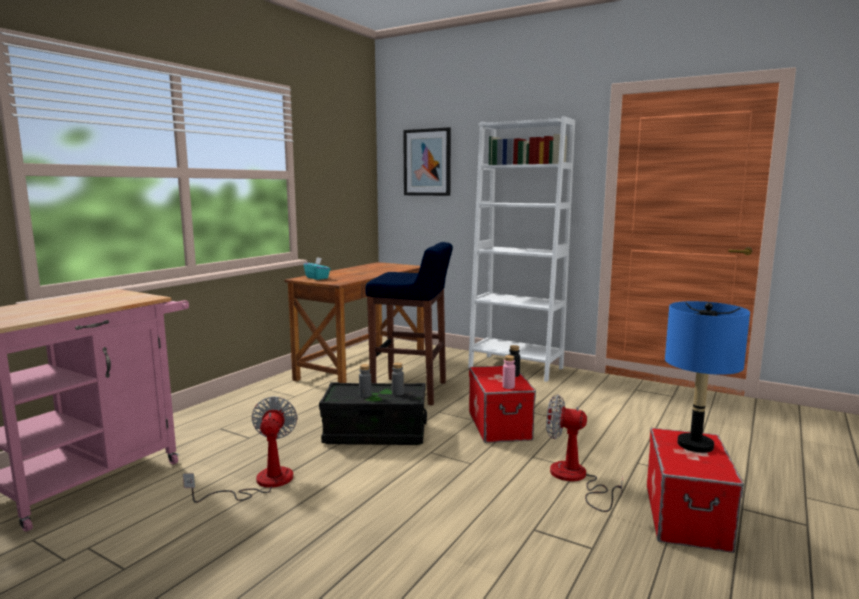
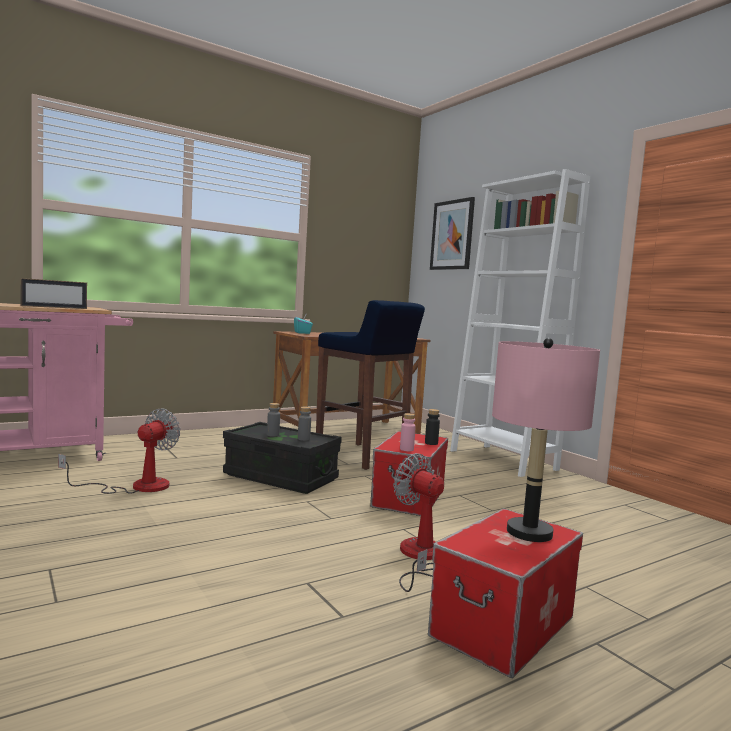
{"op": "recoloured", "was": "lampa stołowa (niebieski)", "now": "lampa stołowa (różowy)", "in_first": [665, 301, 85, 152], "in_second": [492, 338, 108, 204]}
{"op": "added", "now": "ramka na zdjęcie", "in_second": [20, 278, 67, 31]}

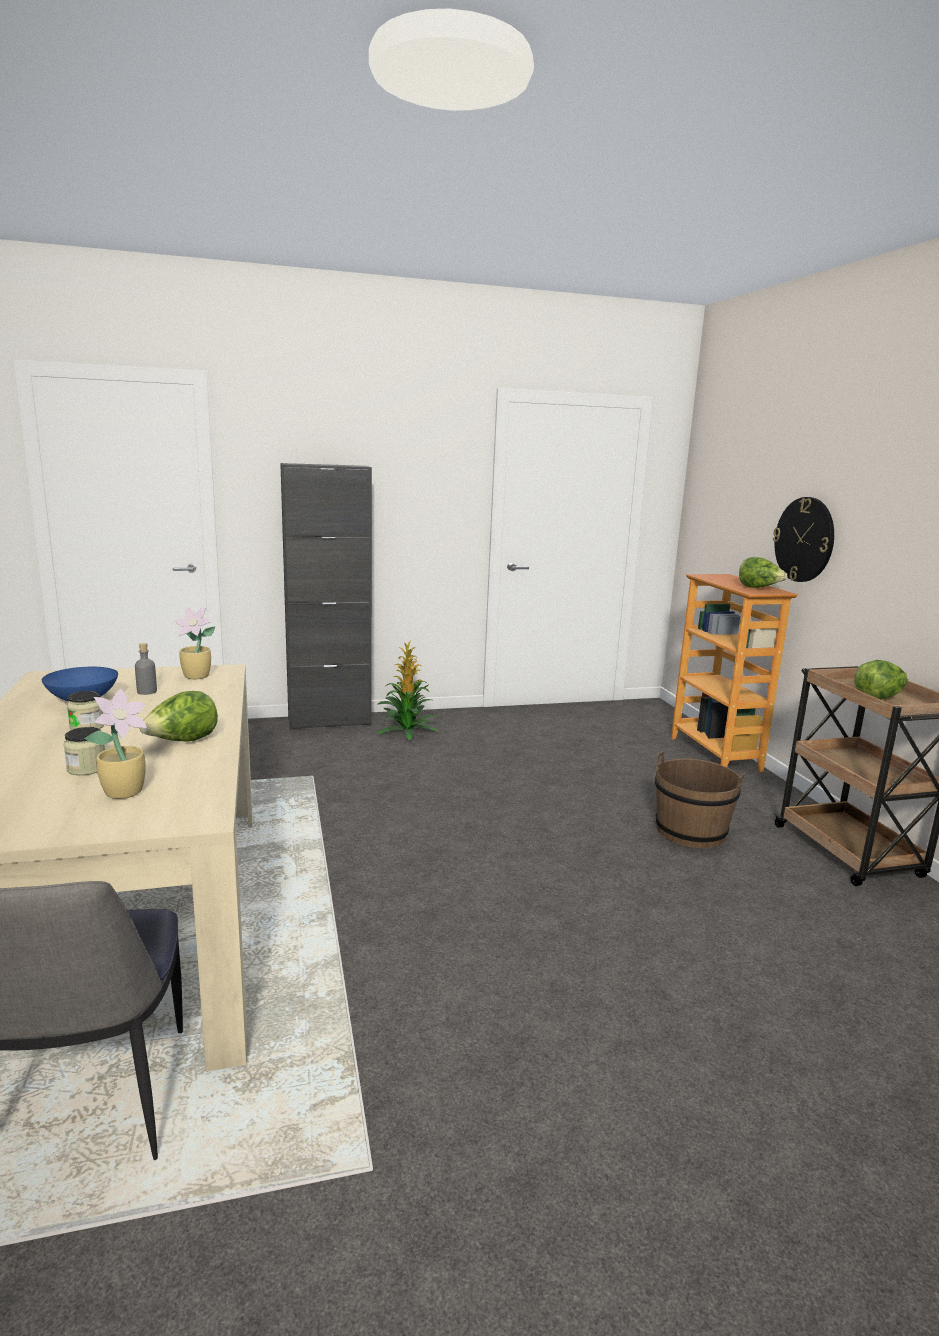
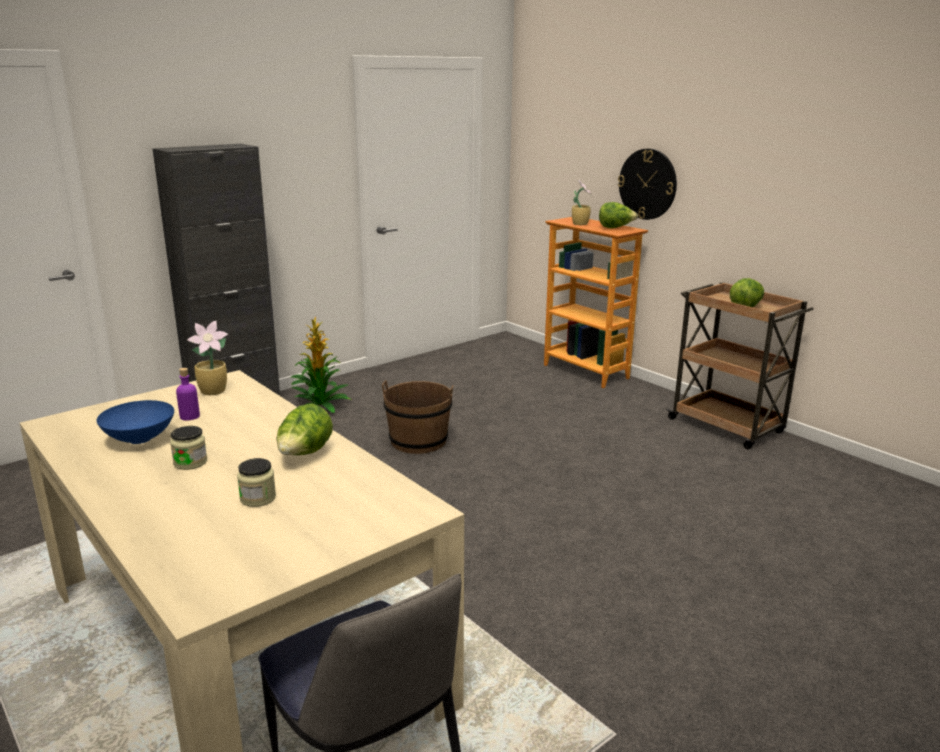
{"op": "recoloured", "was": "butelka (szary)", "now": "butelka (fioletowy)", "in_first": [135, 643, 22, 52], "in_second": [176, 368, 24, 53]}
{"op": "moved", "was": "roślina doniczkowa", "in_first": [84, 689, 63, 110], "in_second": [572, 179, 20, 46]}
{"op": "moved", "was": "wiadro (brązowy)", "in_first": [655, 751, 90, 97], "in_second": [382, 380, 72, 74]}

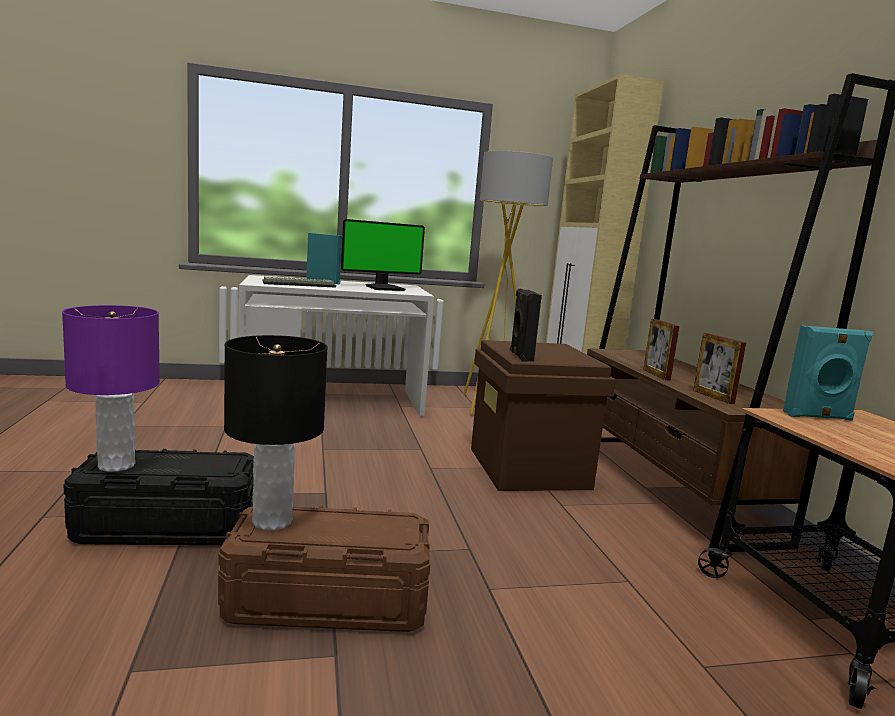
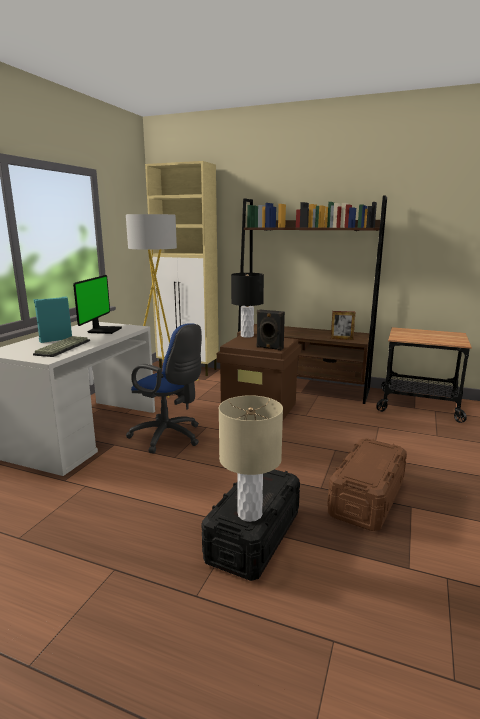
{"op": "recoloured", "was": "lampa stołowa (fioletowy)", "now": "lampa stołowa (beżowy)", "in_first": [62, 305, 98, 167], "in_second": [219, 395, 64, 127]}
{"op": "removed", "was": "ramka na zdjęcie", "in_first": [643, 319, 37, 61]}
{"op": "removed", "was": "głośnik (turkusowy)", "in_first": [783, 325, 90, 96]}
{"op": "moved", "was": "lampa stołowa (czarny)", "in_first": [224, 335, 104, 195], "in_second": [231, 273, 33, 65]}
{"op": "added", "now": "krzesło biurowe (niebieski)", "in_second": [126, 323, 76, 131]}

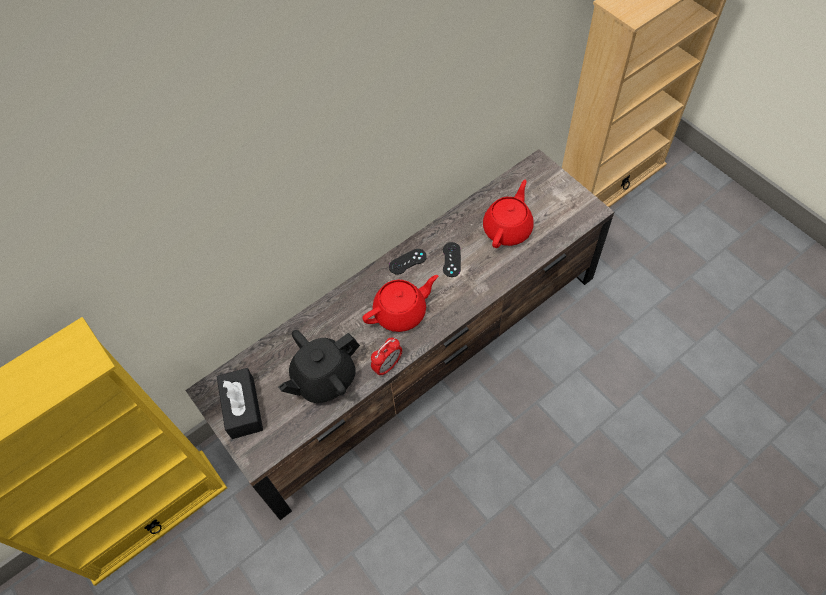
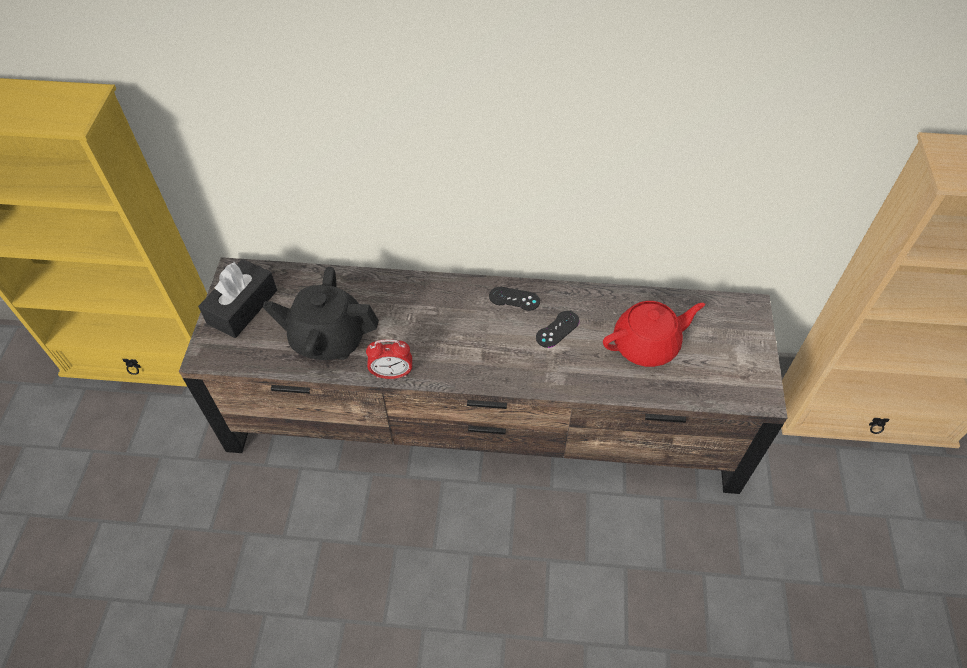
{"op": "removed", "was": "imbryk (czerwony)", "in_first": [362, 275, 76, 57]}

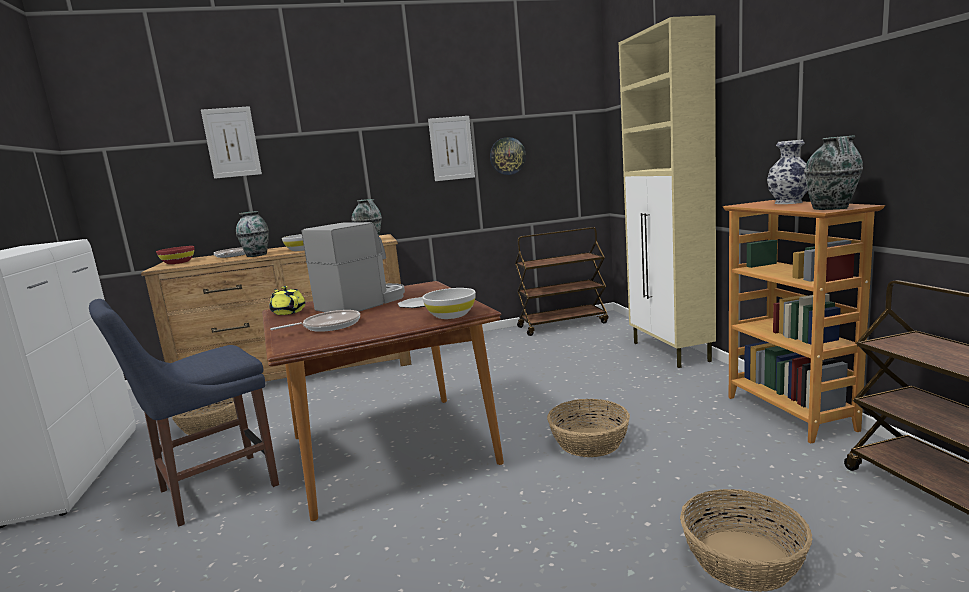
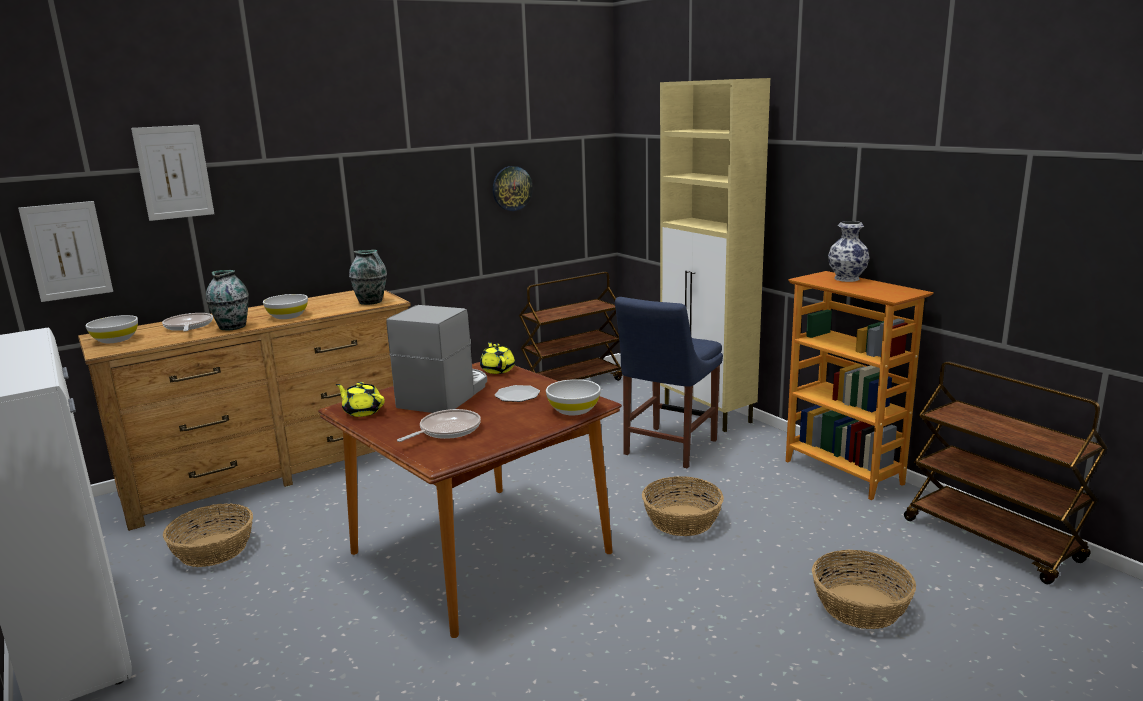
{"op": "moved", "was": "obraz", "in_first": [428, 116, 47, 65], "in_second": [18, 201, 95, 101]}
{"op": "removed", "was": "wazon", "in_first": [804, 136, 59, 74]}
{"op": "recoloured", "was": "miska (czerwony)", "now": "miska (biały)", "in_first": [156, 246, 38, 18], "in_second": [85, 315, 53, 28]}
{"op": "moved", "was": "krzesło (niebieski)", "in_first": [89, 299, 190, 228], "in_second": [615, 297, 108, 172]}
{"op": "added", "now": "imbryk (żółty)", "in_second": [480, 342, 35, 32]}

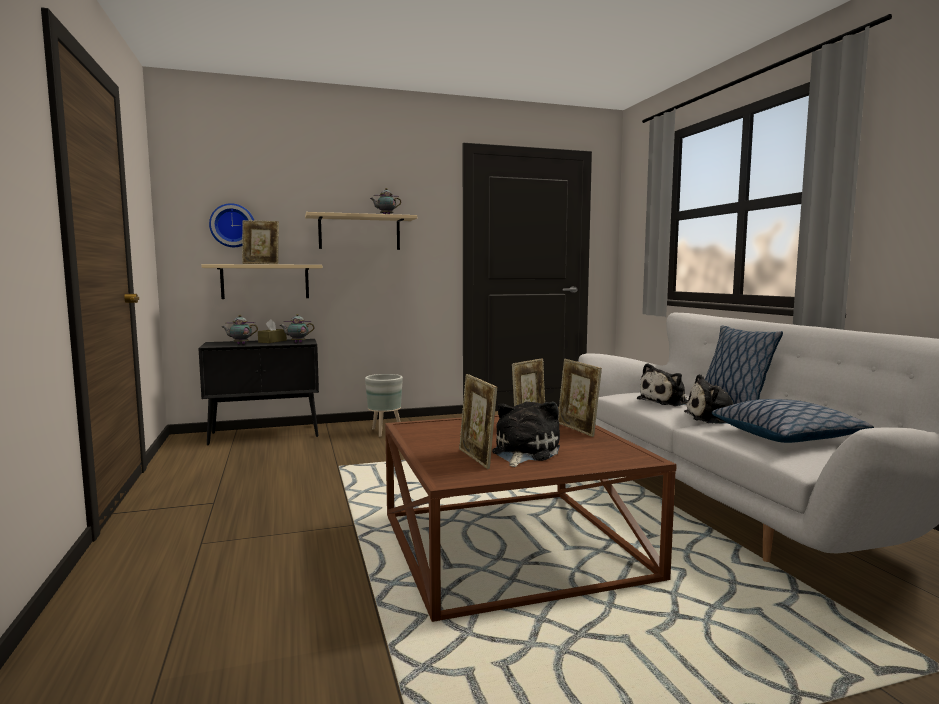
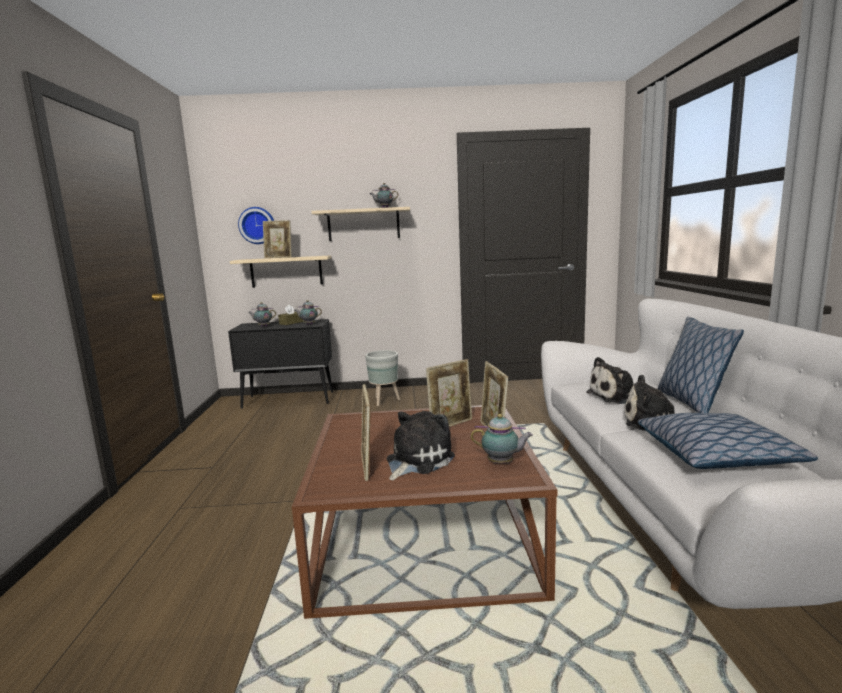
{"op": "added", "now": "imbryk", "in_second": [471, 414, 62, 49]}

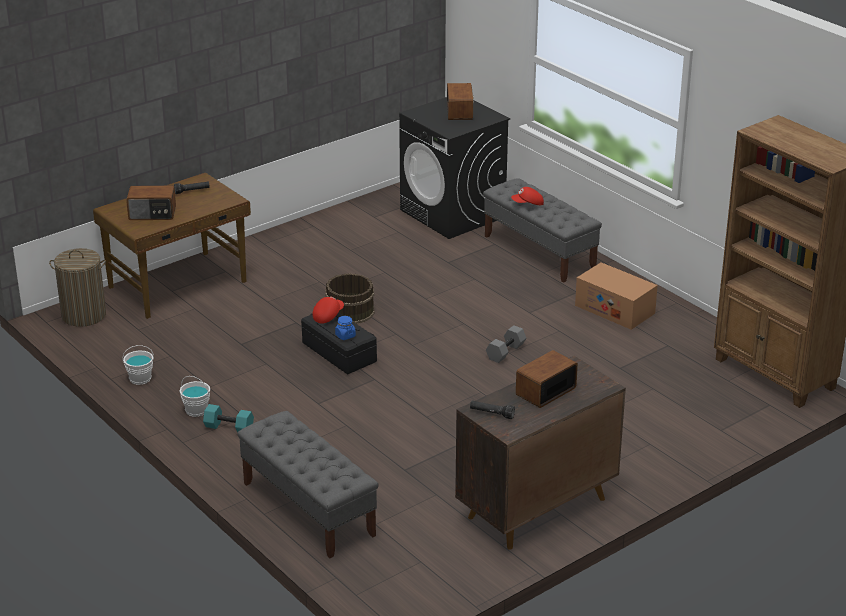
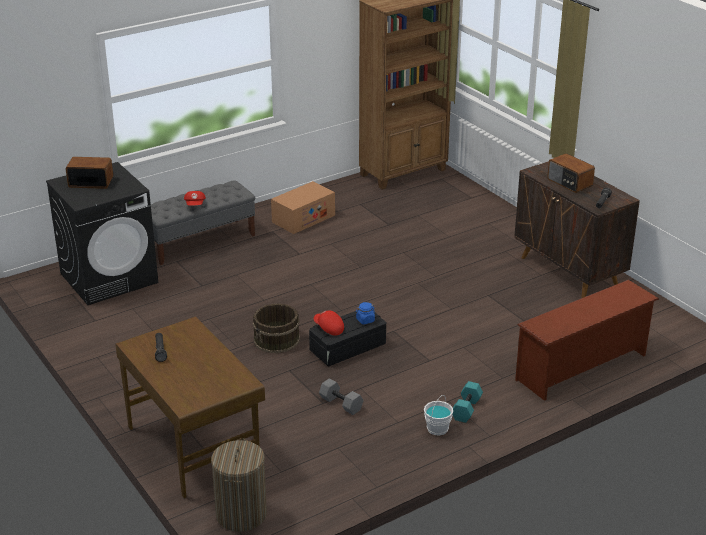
{"op": "removed", "was": "radio", "in_first": [126, 185, 50, 35]}
{"op": "moved", "was": "hantel (szary)", "in_first": [486, 325, 40, 38], "in_second": [319, 378, 44, 37]}
{"op": "removed", "was": "wiadro (biały)", "in_first": [122, 345, 32, 40]}
{"op": "replaced", "was": "ławka (szary)", "now": "regał na buty (brązowy)", "in_first": [237, 411, 142, 147], "in_second": [515, 280, 144, 121]}

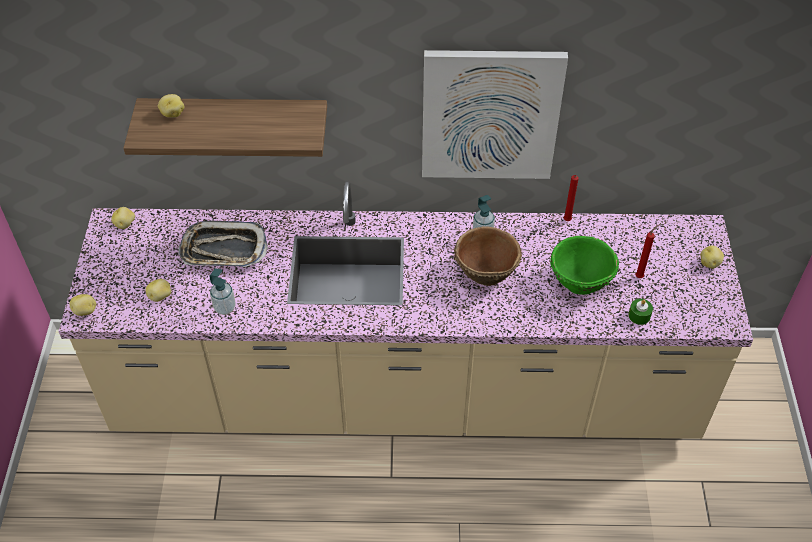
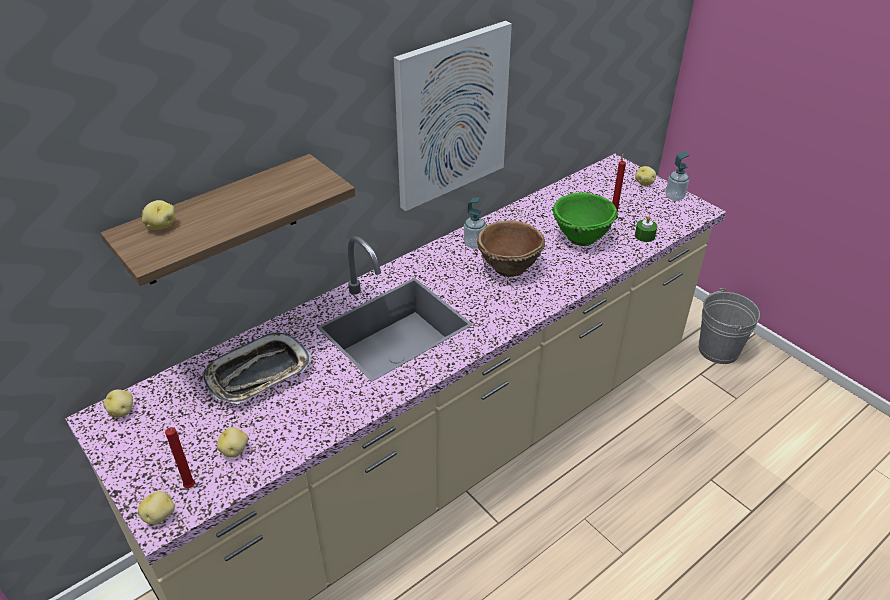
{"op": "moved", "was": "świeca (czerwony)", "in_first": [563, 175, 16, 46], "in_second": [165, 427, 30, 61]}
{"op": "moved", "was": "dozownik mydła", "in_first": [209, 269, 27, 46], "in_second": [666, 151, 23, 50]}
{"op": "added", "now": "wiadro (szary)", "in_second": [699, 288, 61, 76]}

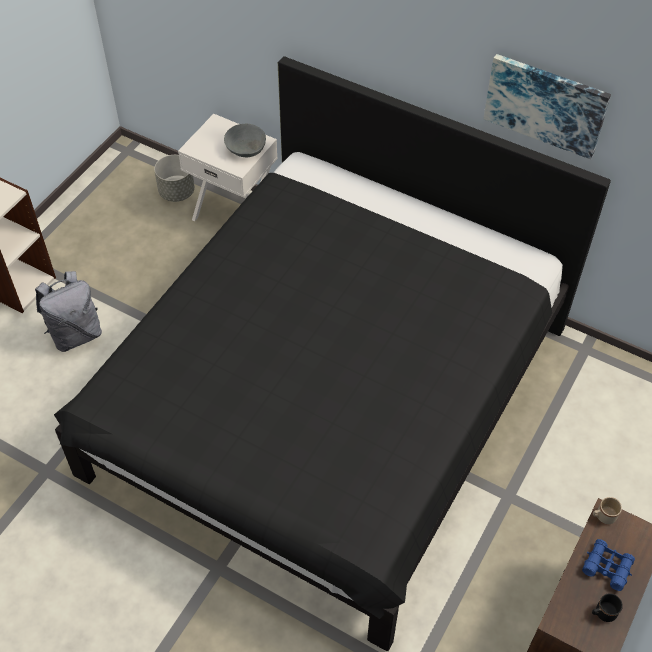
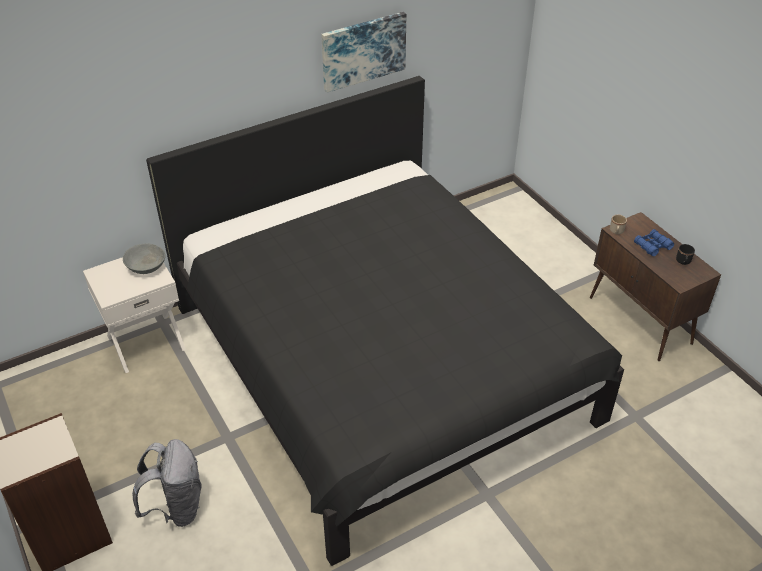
{"op": "removed", "was": "donica (szary)", "in_first": [154, 155, 41, 47]}

